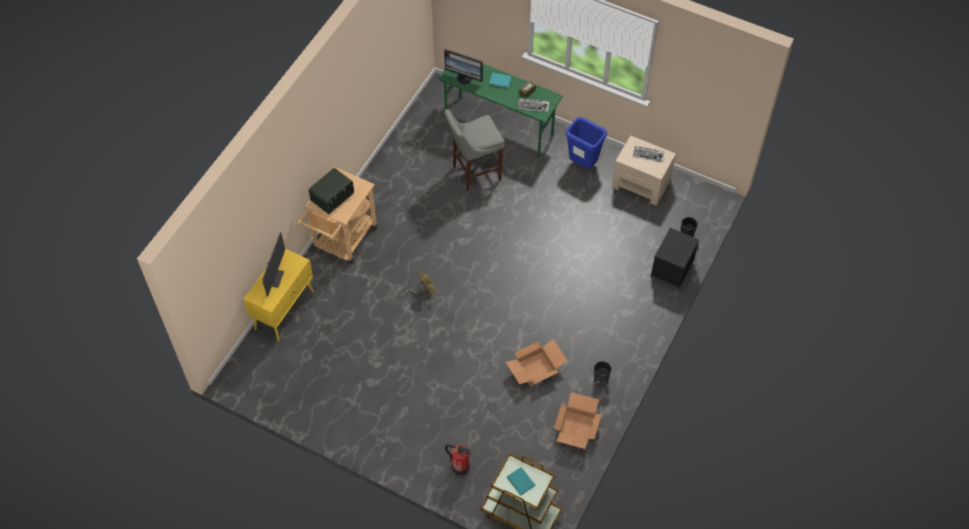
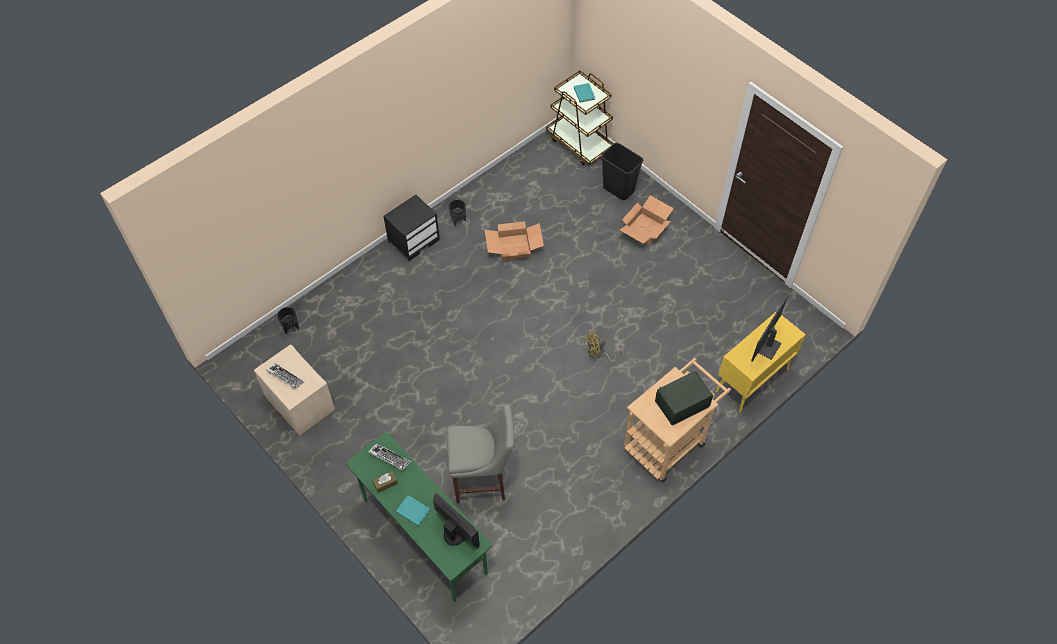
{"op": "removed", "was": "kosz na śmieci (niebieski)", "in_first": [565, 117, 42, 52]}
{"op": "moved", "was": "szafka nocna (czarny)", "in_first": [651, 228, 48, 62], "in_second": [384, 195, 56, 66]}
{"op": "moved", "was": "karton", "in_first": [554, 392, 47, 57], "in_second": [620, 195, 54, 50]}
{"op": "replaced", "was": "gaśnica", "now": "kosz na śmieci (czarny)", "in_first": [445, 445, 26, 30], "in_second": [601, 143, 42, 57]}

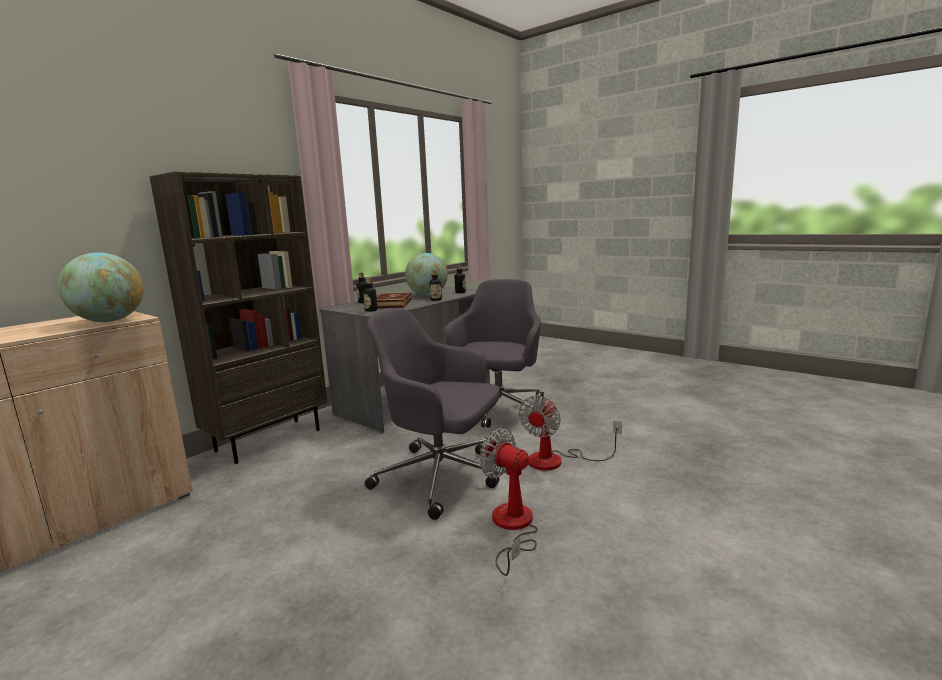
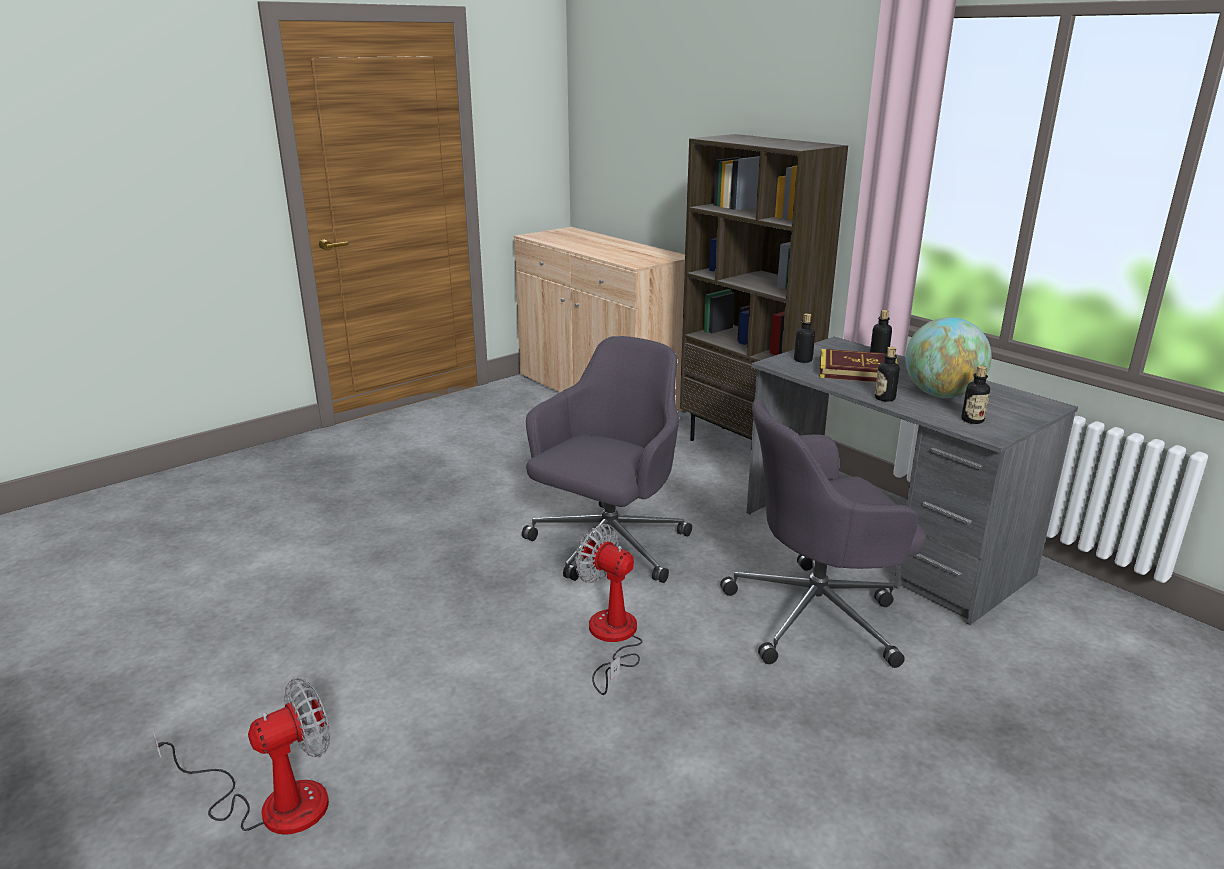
{"op": "removed", "was": "globus", "in_first": [58, 252, 86, 70]}
{"op": "turned", "was": "krzesło biurowe (szary)", "in_first": [444, 279, 100, 149], "in_second": [720, 399, 206, 269], "clockwise": 135}
{"op": "moved", "was": "wentylator", "in_first": [479, 428, 59, 148], "in_second": [152, 678, 178, 157]}

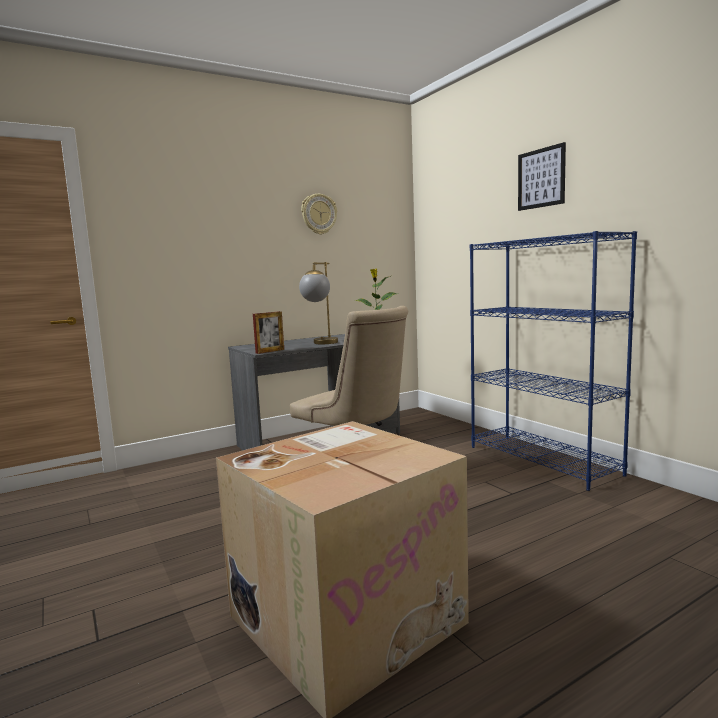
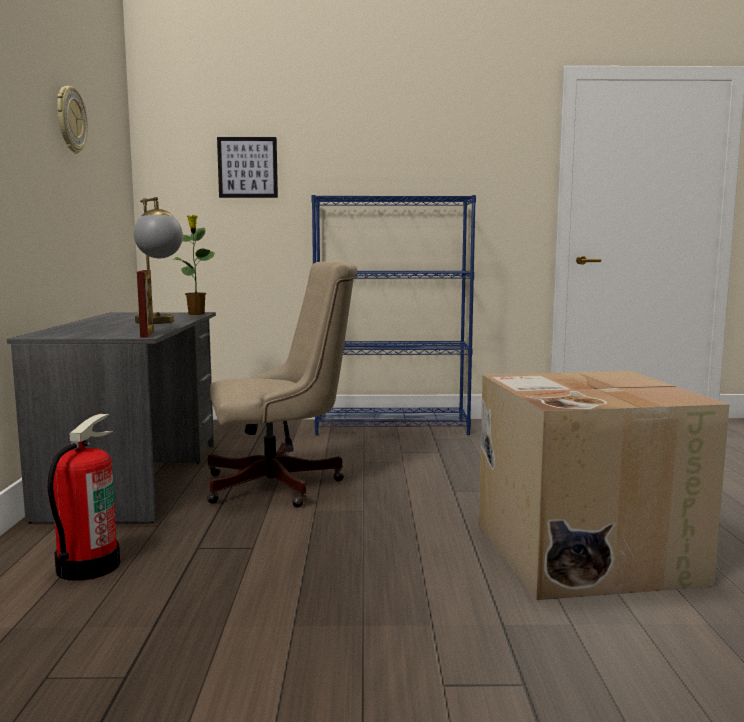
{"op": "moved", "was": "obraz", "in_first": [518, 142, 48, 69], "in_second": [217, 137, 61, 61]}
{"op": "added", "now": "gaśnica", "in_second": [47, 414, 73, 167]}

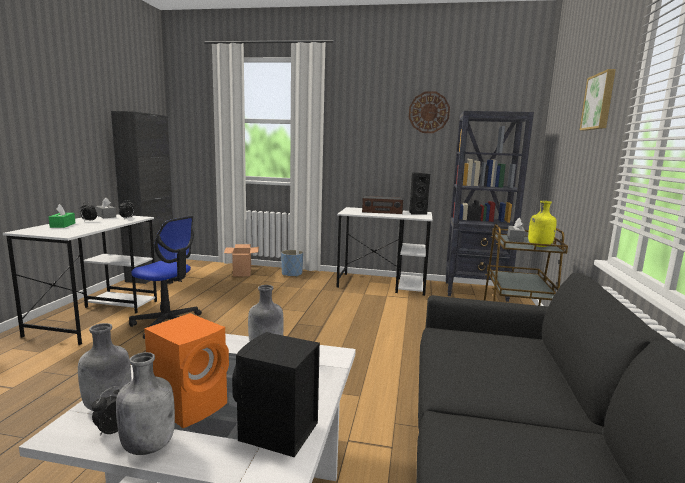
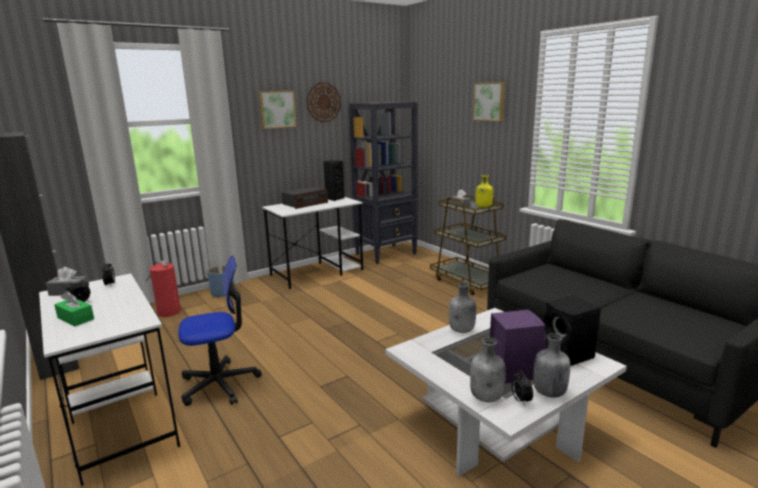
{"op": "replaced", "was": "karton", "now": "gaśnica", "in_first": [224, 244, 35, 33], "in_second": [145, 261, 36, 56]}
{"op": "recoloured", "was": "głośnik (pomarańczowy)", "now": "głośnik (fioletowy)", "in_first": [144, 313, 85, 115], "in_second": [490, 309, 57, 74]}
{"op": "added", "now": "obraz", "in_second": [259, 91, 38, 38]}

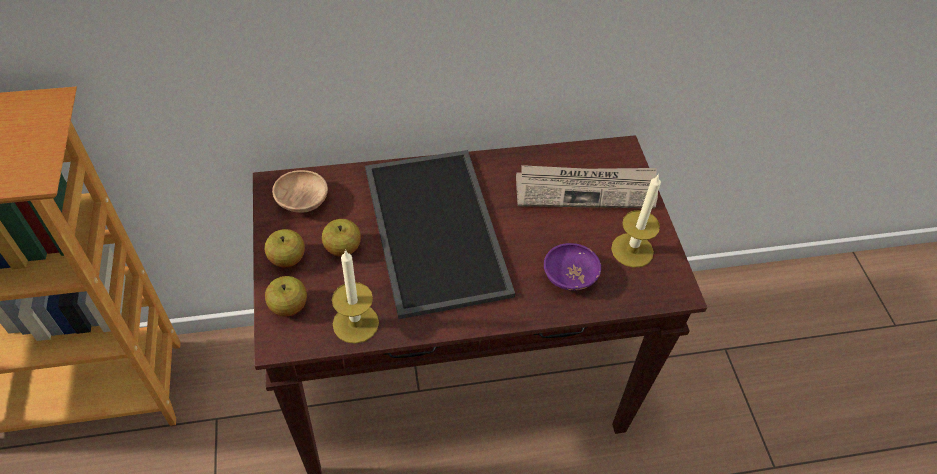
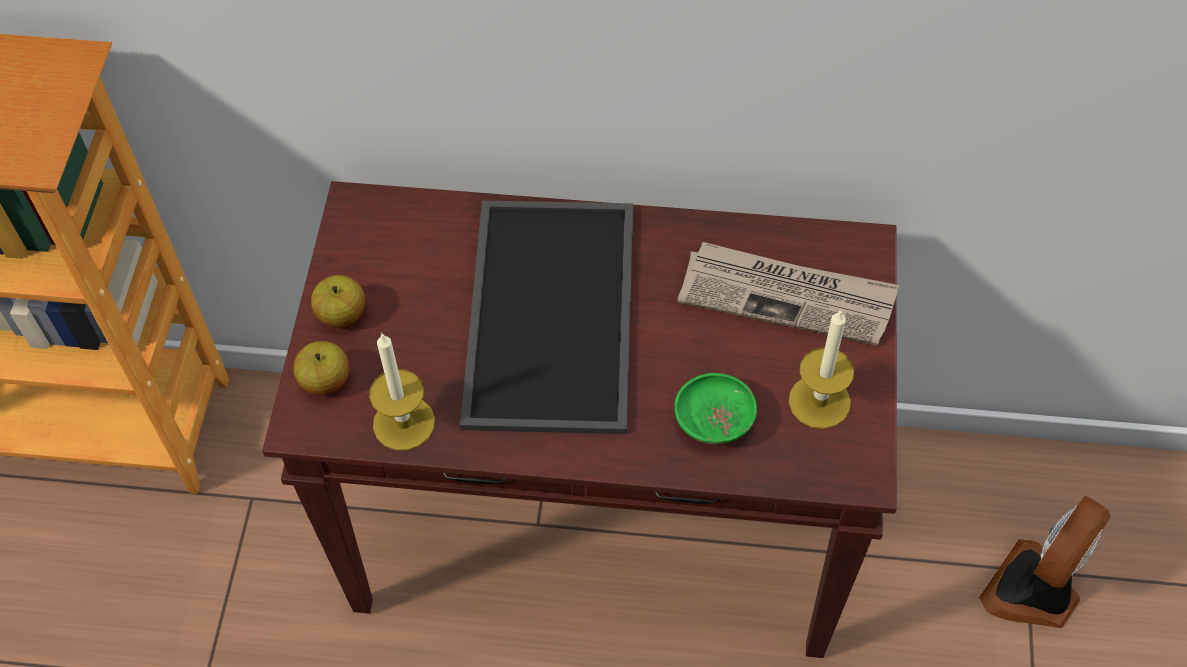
{"op": "removed", "was": "miska (brązowy)", "in_first": [272, 170, 56, 43]}
{"op": "removed", "was": "jabłko", "in_first": [322, 219, 39, 38]}
{"op": "recoloured", "was": "miska (fioletowy)", "now": "miska (zielony)", "in_first": [544, 243, 57, 48], "in_second": [674, 373, 83, 71]}
{"op": "added", "now": "wentylator", "in_second": [979, 496, 132, 132]}

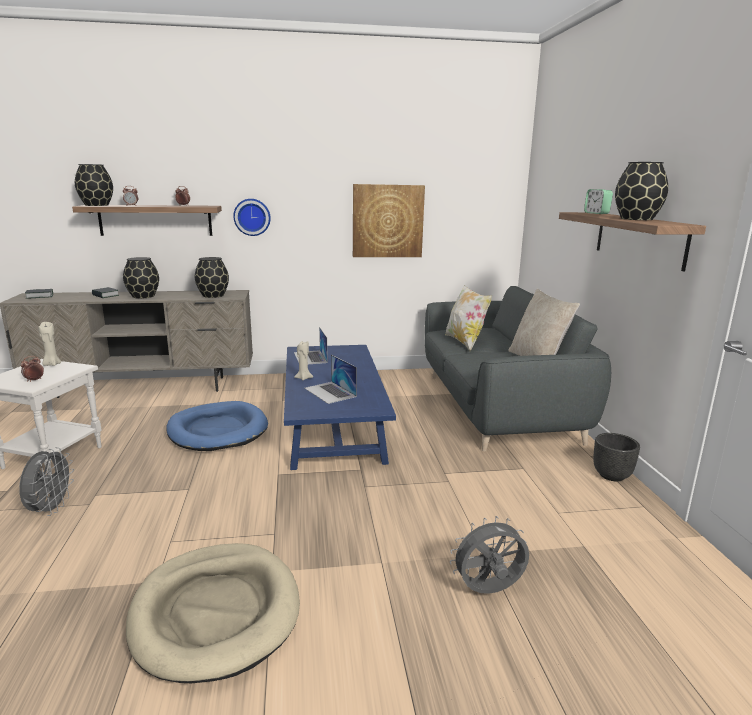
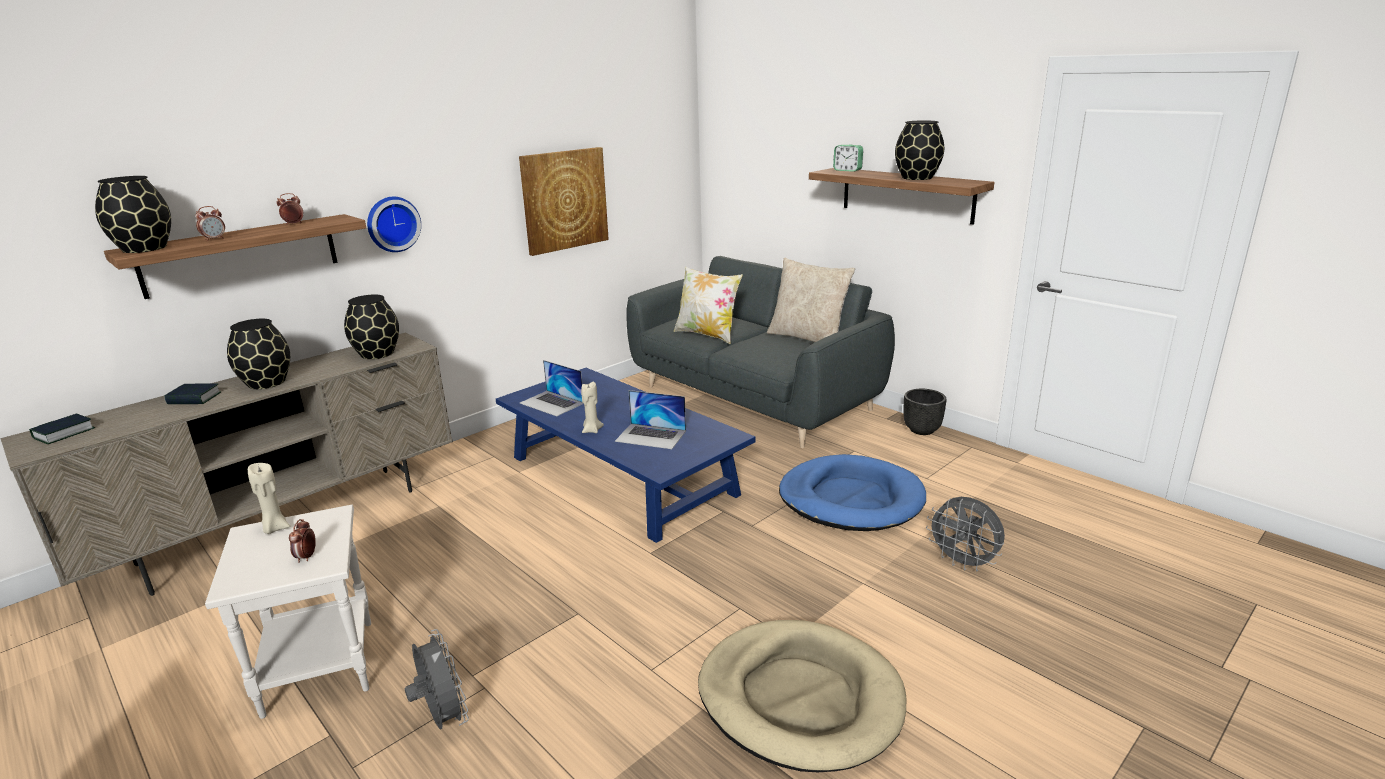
{"op": "moved", "was": "legowisko (niebieski)", "in_first": [166, 401, 102, 50], "in_second": [779, 454, 147, 77]}
{"op": "turned", "was": "wentylator (szary)", "in_first": [450, 516, 79, 78], "in_second": [926, 497, 79, 75], "clockwise": -90}

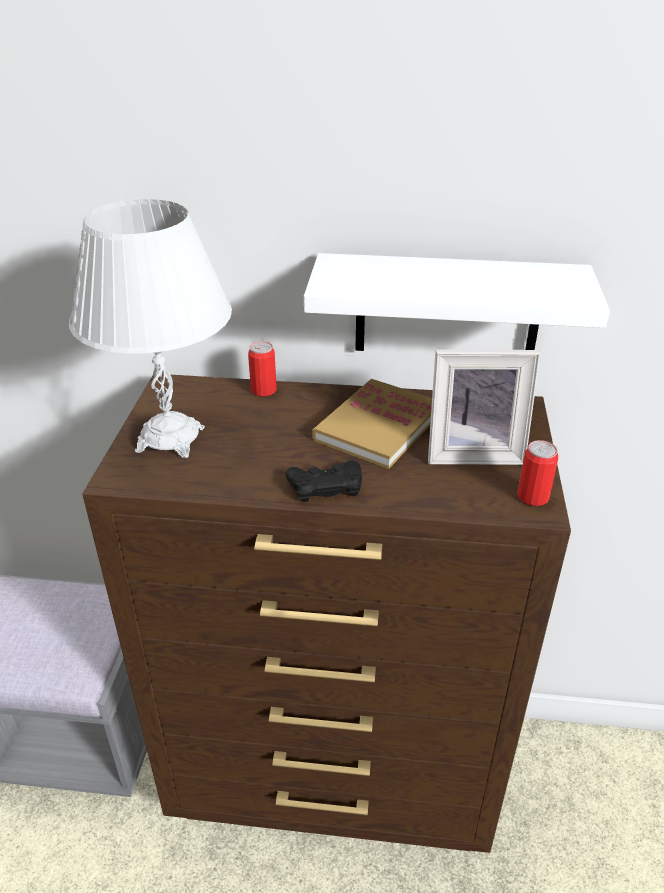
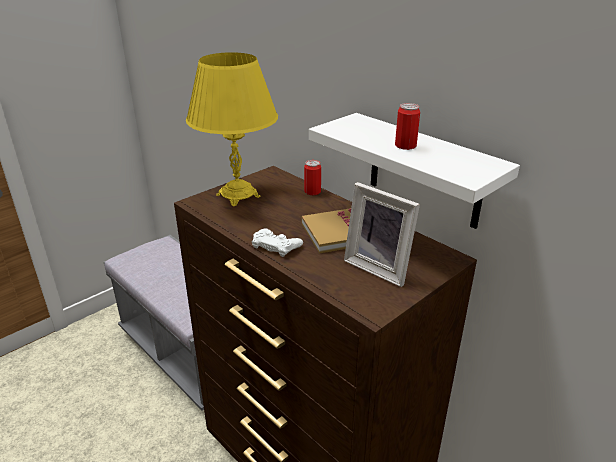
{"op": "recoloured", "was": "lampa stołowa (biały)", "now": "lampa stołowa (żółty)", "in_first": [69, 199, 163, 259], "in_second": [186, 52, 92, 154]}
{"op": "moved", "was": "puszka", "in_first": [518, 440, 40, 66], "in_second": [395, 103, 25, 47]}
{"op": "recoloured", "was": "pad do gier (czarny)", "now": "pad do gier (biały)", "in_first": [286, 460, 76, 42], "in_second": [251, 228, 52, 29]}

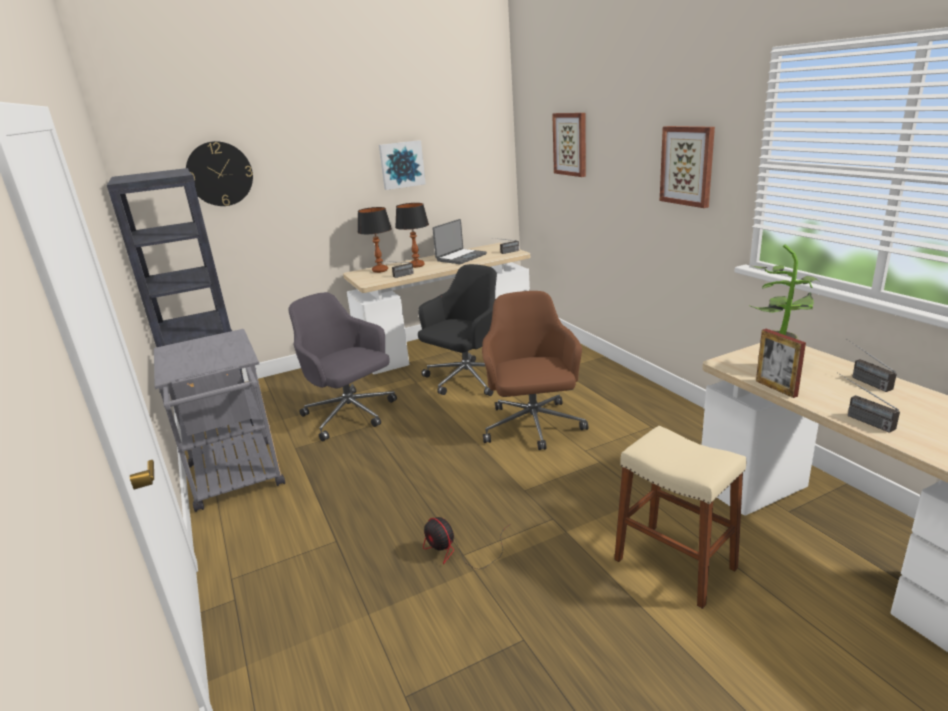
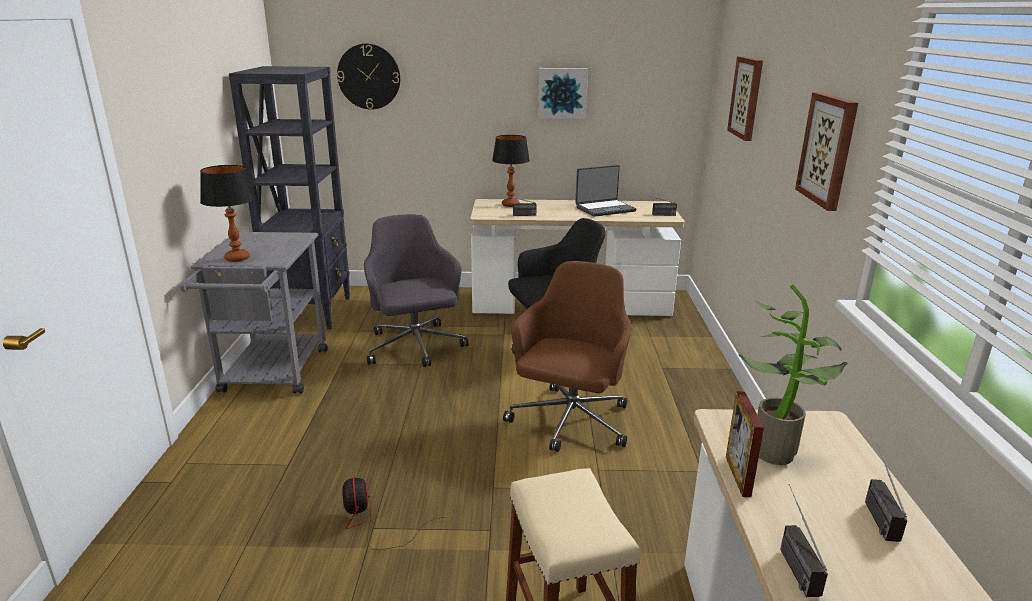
{"op": "moved", "was": "lampa stołowa", "in_first": [395, 203, 34, 65], "in_second": [200, 165, 55, 97]}

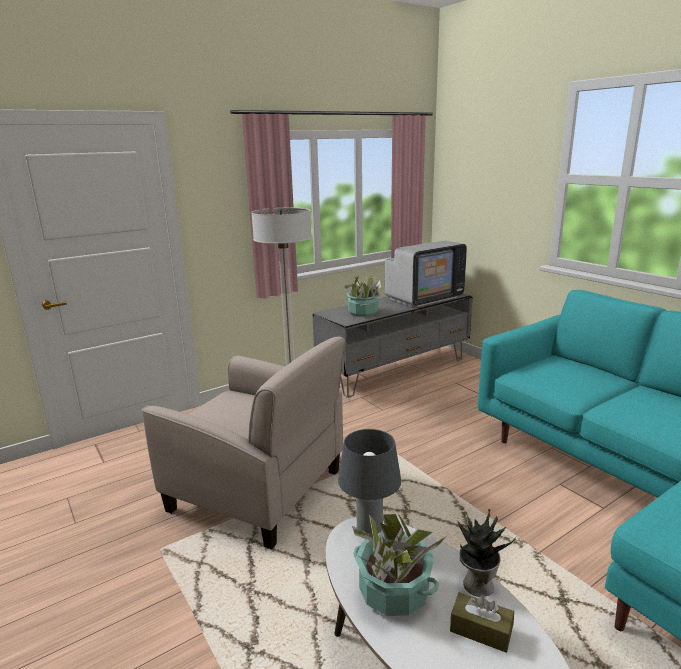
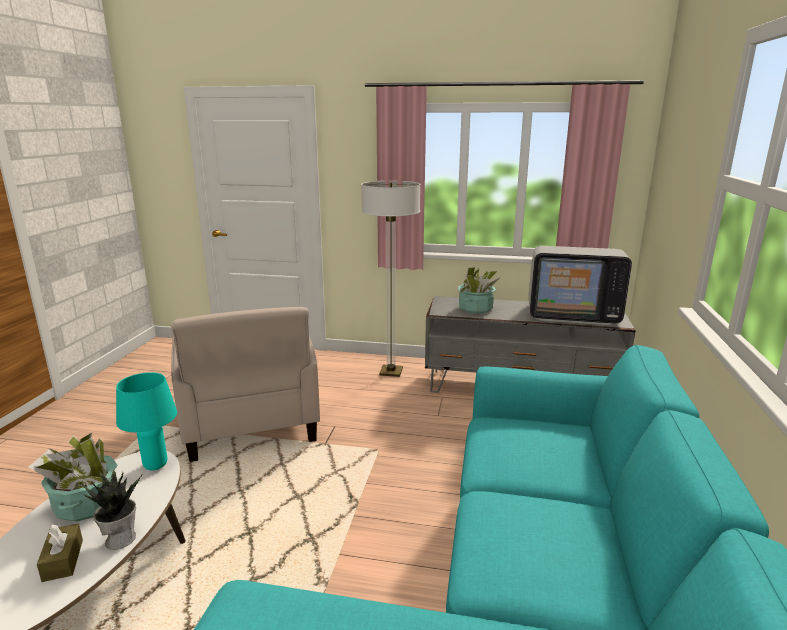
{"op": "recoloured", "was": "lampa stołowa (szary)", "now": "lampa stołowa (turkusowy)", "in_first": [338, 429, 63, 106], "in_second": [116, 372, 61, 98]}

